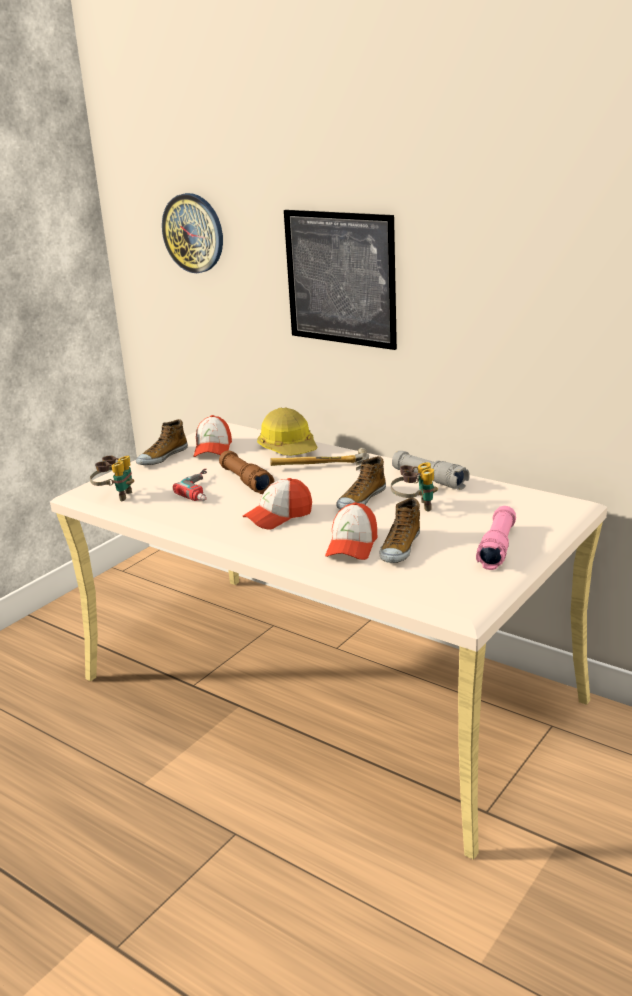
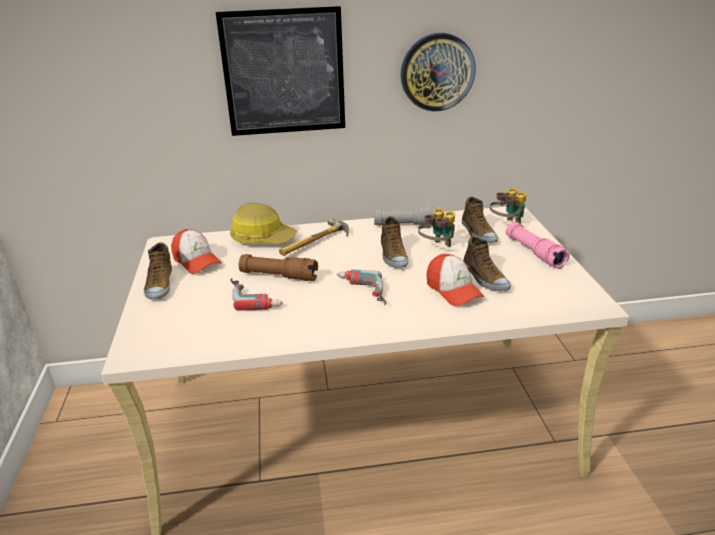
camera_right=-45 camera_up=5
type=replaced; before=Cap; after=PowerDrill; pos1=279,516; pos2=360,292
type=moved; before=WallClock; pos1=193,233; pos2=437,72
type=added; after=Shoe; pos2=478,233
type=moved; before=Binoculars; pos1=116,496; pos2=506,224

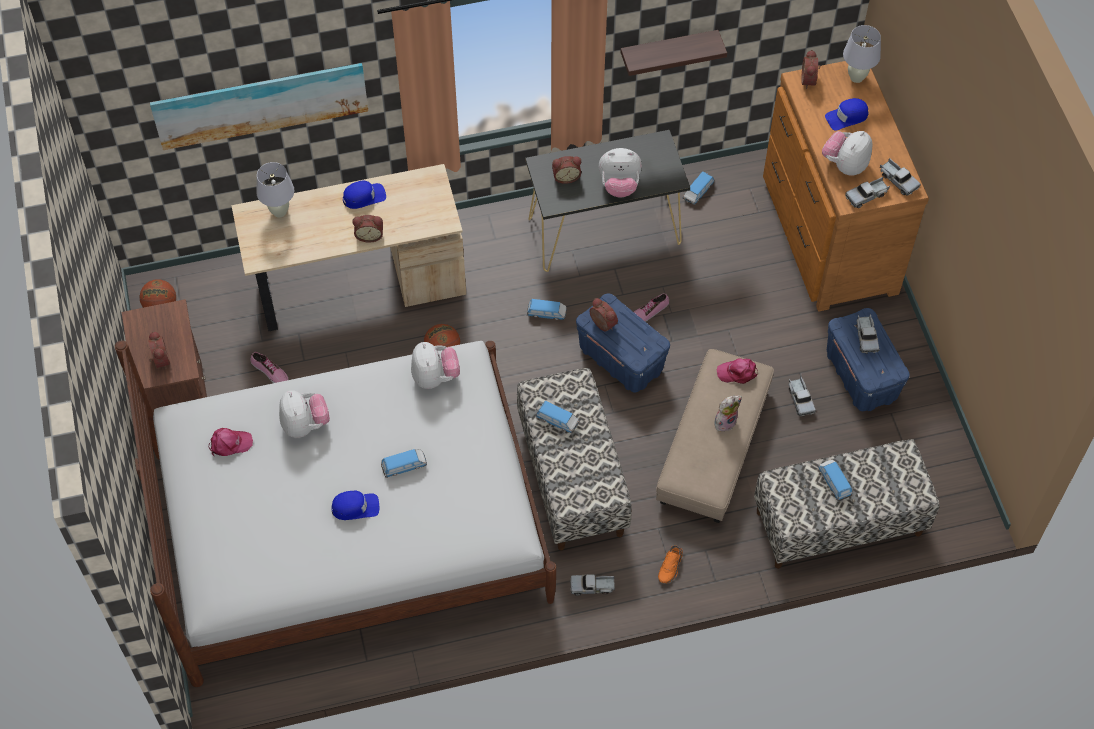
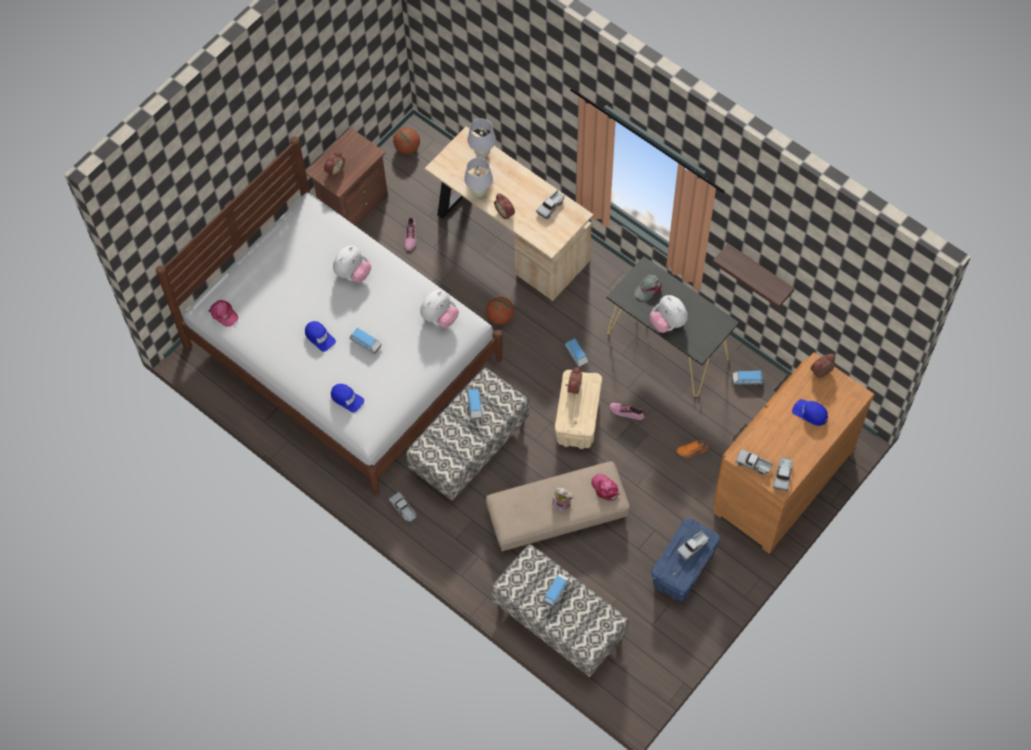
camera_right=55 camera_up=5
type=moved; before=PinkCap; pos1=230,444; pos2=223,314
type=moved; before=BlueCap; pos1=364,197; pos2=346,398
type=moved; before=WhiteTableLamp; pos1=856,78; pos2=479,192
type=moved; before=ToyTruck; pos1=800,399; pos2=550,207
type=recoloured; before=BlueStorageBox; after=BeigeStorageBox; pos1=620,359; pos2=577,419
type=replaced; before=AlarmClock; after=GreyCap; pos1=566,176; pos2=648,288
type=moved; before=OrangeShoe; pos1=671,567; pos2=692,451
type=removed; before=Picture; pos1=260,103
type=removed; before=PlushToy; pos1=845,165

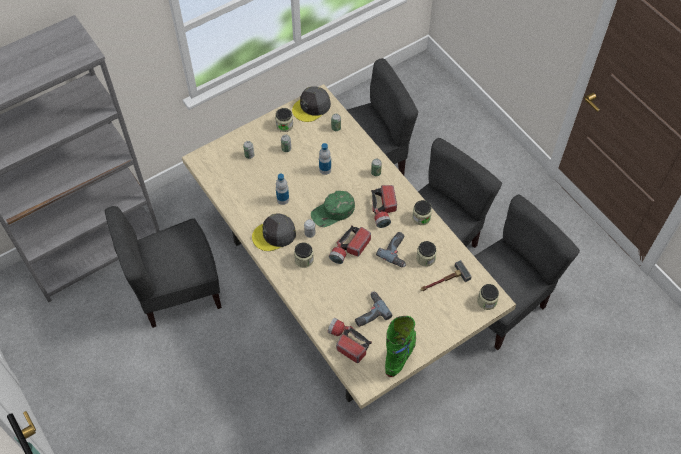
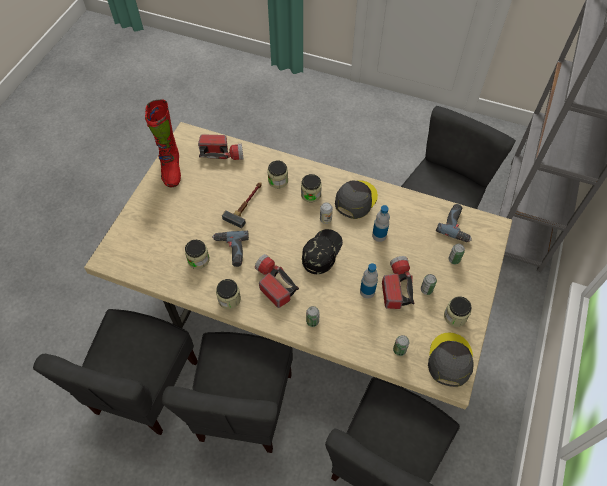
camera_right=145 camera_up=0
type=recoloured; before=GreenBoot; after=RedBoot; pos1=400,354; pos2=171,168
type=moved; before=Hammer; pos1=443,281; pos2=246,204
type=moved; before=Jar; pos1=486,301; pos2=278,181
type=recoloured; before=GreenCap; after=BlackCap; pos1=333,212; pos2=321,252
type=moved; before=Flashlight; pos1=349,249; pos2=396,286
type=moved; before=PowerDrill; pos1=369,312; pos2=457,225

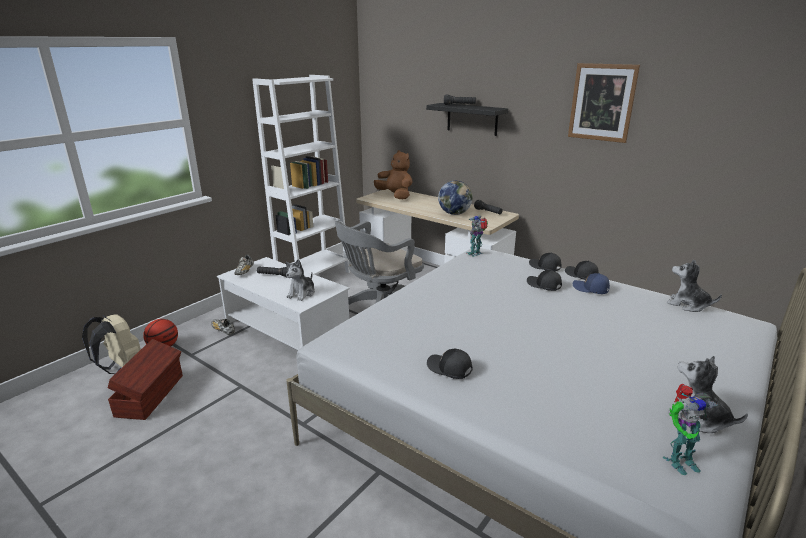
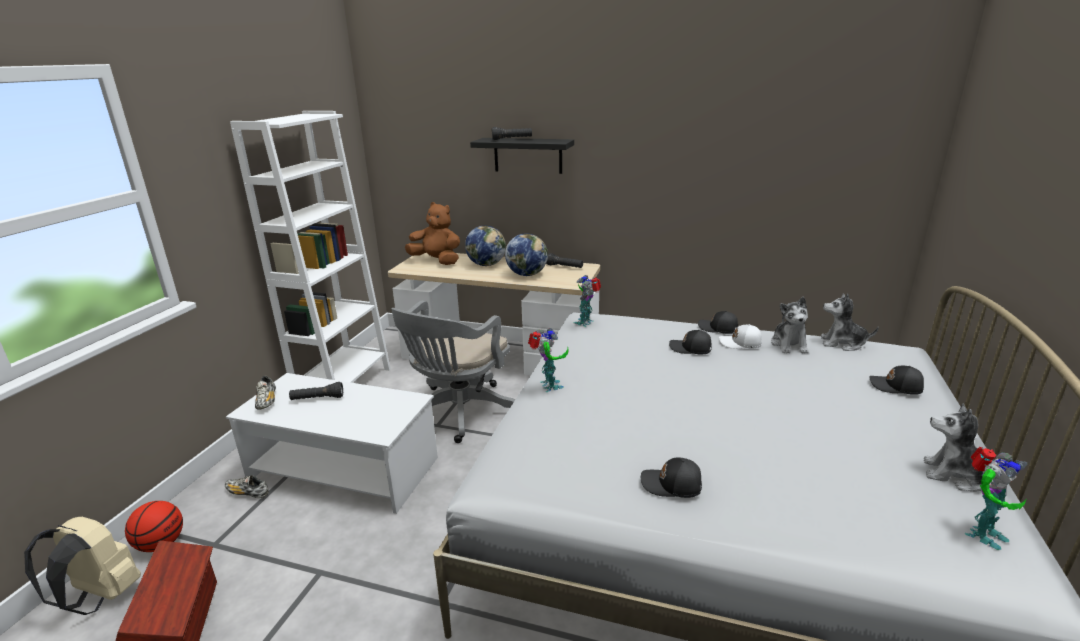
camera_right=-20 camera_up=0
type=added; after=Globe; pos2=486,264
type=added; after=ToyRobot; pos2=549,386
type=recoloured; before=BlueCap; after=WhiteCap; pos1=590,289; pos2=740,343
type=moved; before=PlushToy; pos1=302,293; pos2=789,345
type=moved; before=BlackCap; pos1=545,267; pos2=896,387
type=removed; before=Picture; pos1=602,102

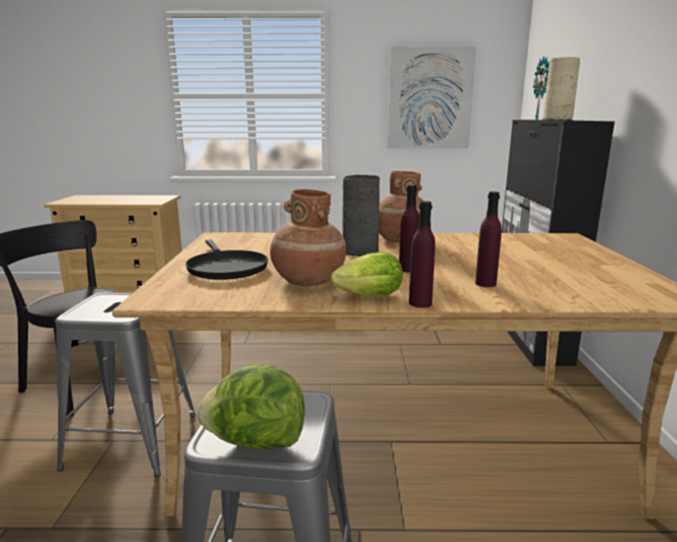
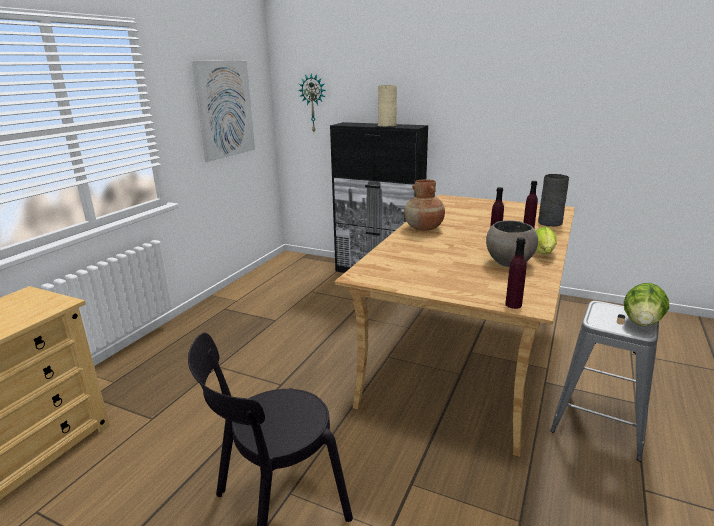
camera_right=-65 camera_up=5
type=replaced; before=BrownVase; after=GreyBowl; pos1=307,281; pos2=508,262
type=moved; before=PurpleBottle; pos1=420,303; pos2=513,305
type=moved; before=GreyVase; pos1=360,251; pos2=549,223
type=removed; before=GreyStool; pos1=132,441
type=removed; before=BlackFryingPan; pos1=226,268

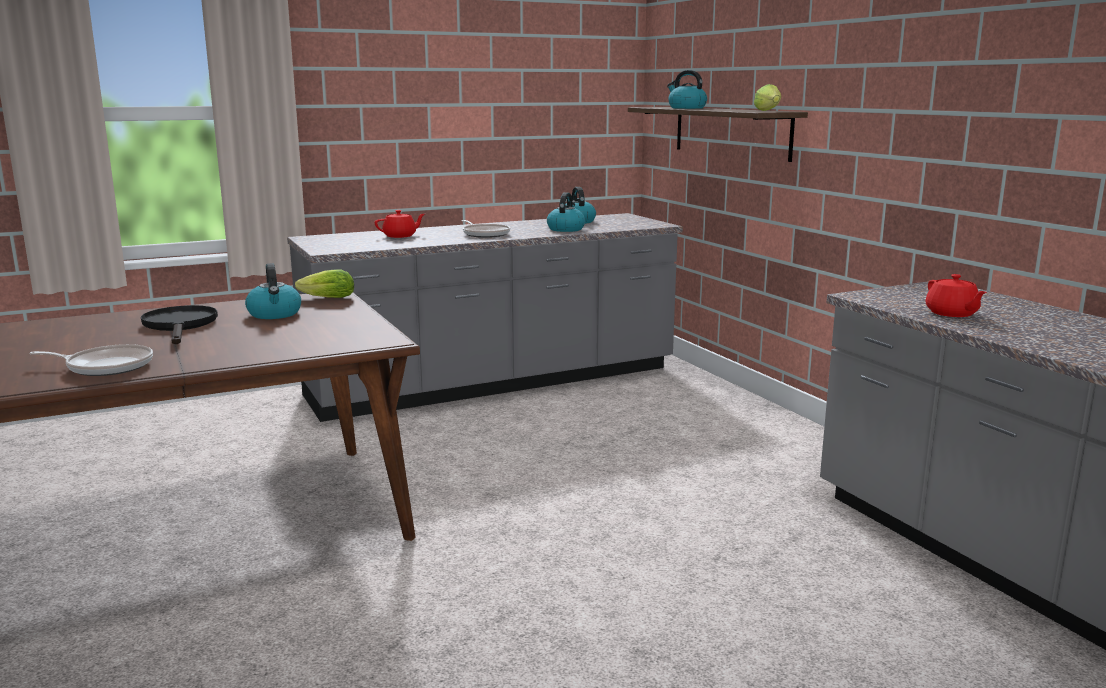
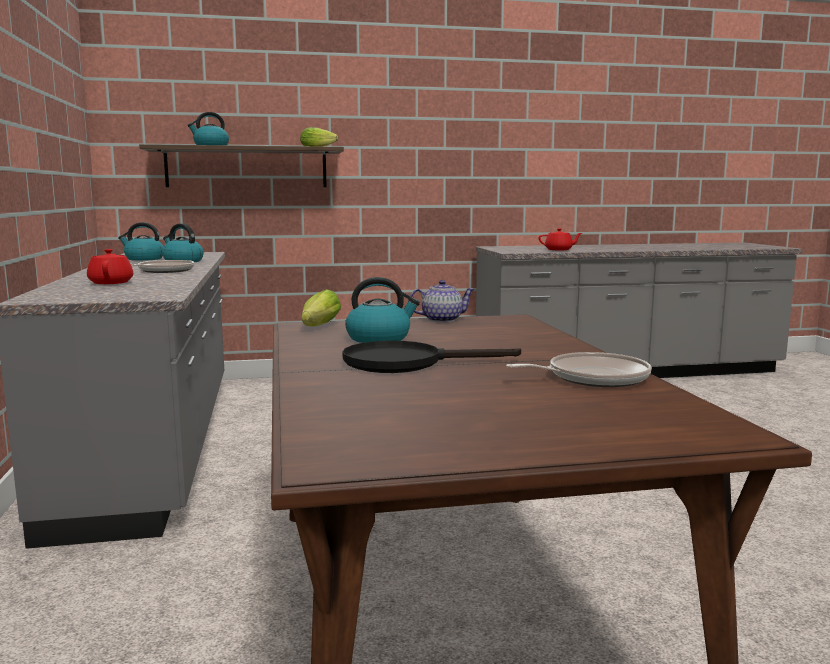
camera_right=-75 camera_up=-5
type=added; after=Teapot; pos2=441,319
type=turned; before=FryingPan; pos1=106,367; pos2=592,378; turn=60

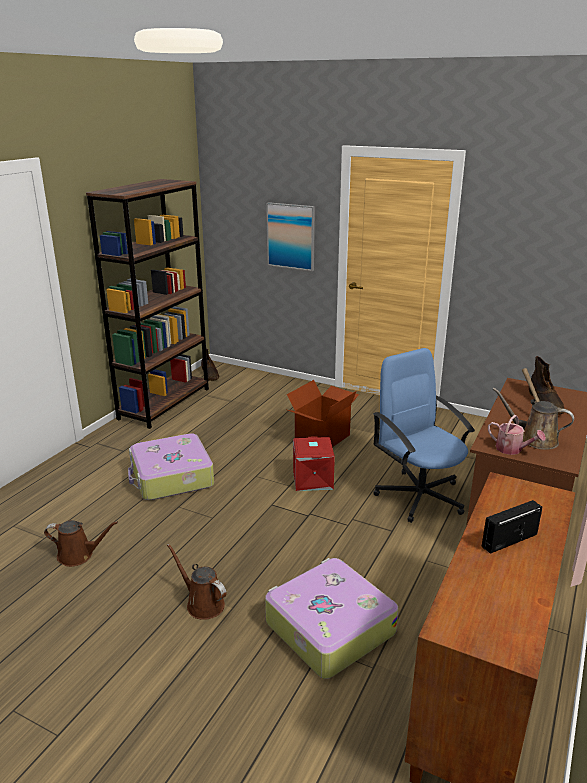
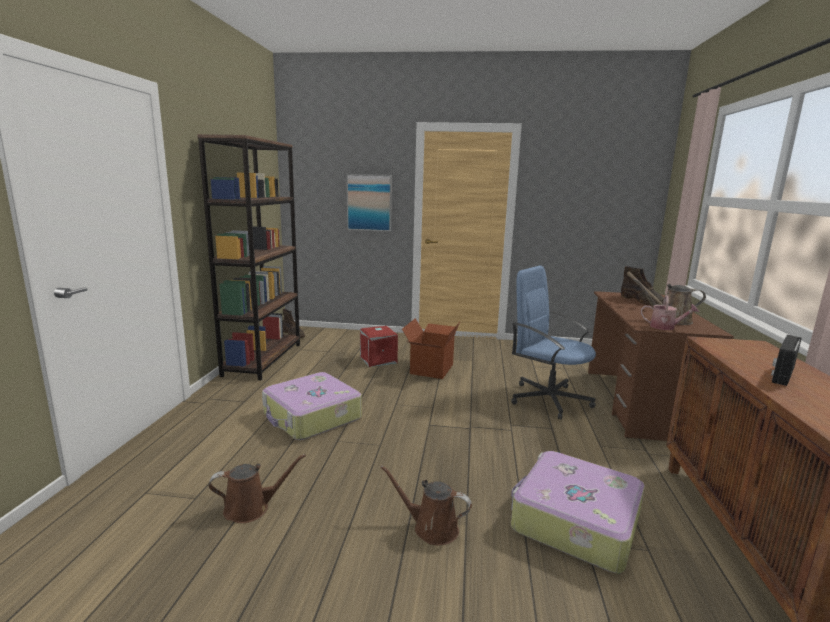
camera_right=-20 camera_up=-10
type=moved; before=RedStorageBox; pos1=311,479; pos2=377,359

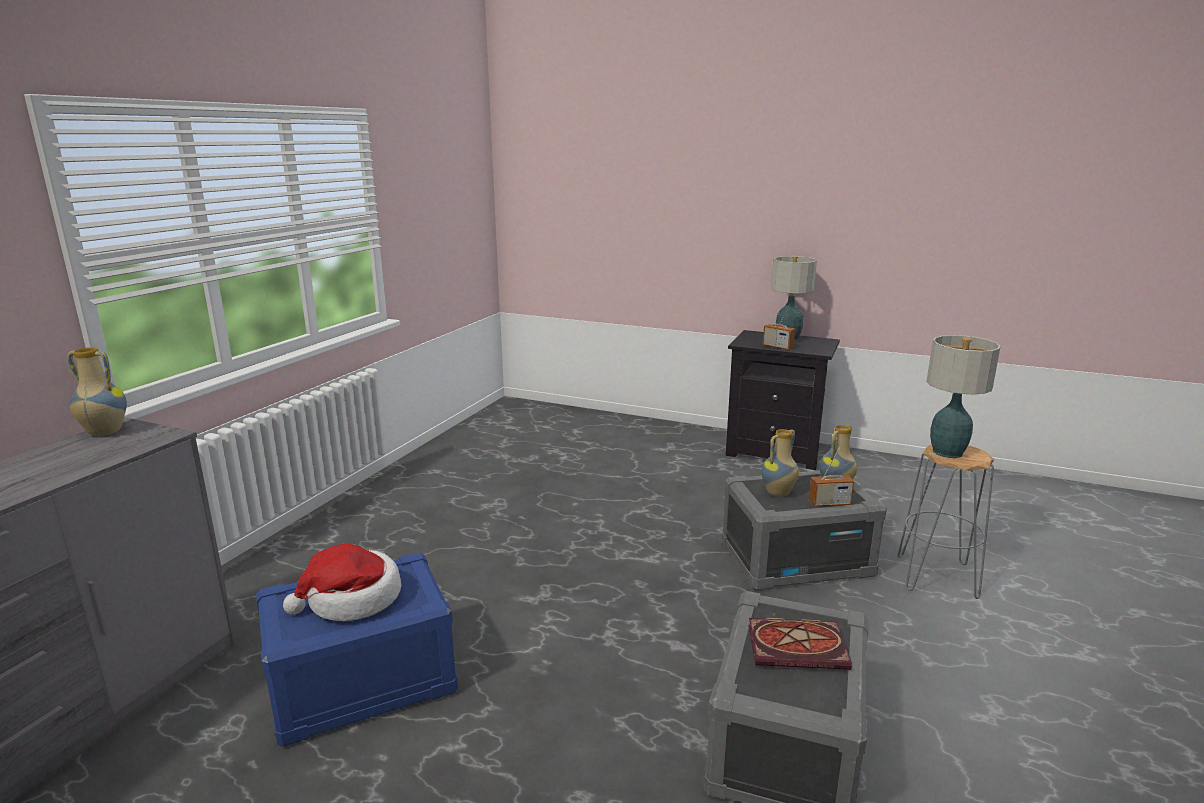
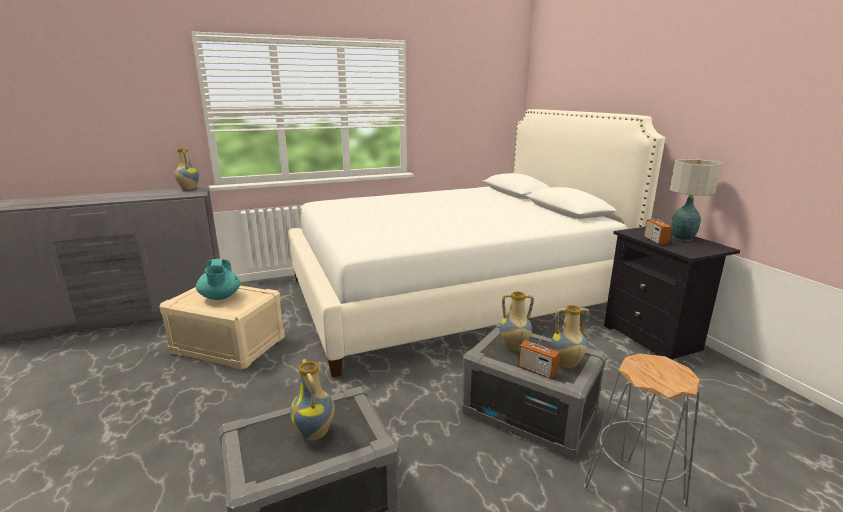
camera_right=45 camera_up=0
type=recoloured; before=BlueStorageBox; after=BeigeStorageBox; pos1=362,683; pos2=228,346
type=replaced; before=Hat; after=TurquoiseTeapot; pos1=352,599; pos2=220,297
type=added; after=WhiteBed; pos2=451,294
type=replaced; before=Book; after=Vase; pos1=799,646; pos2=316,433
type=removed; before=TableLamp; pos1=948,452

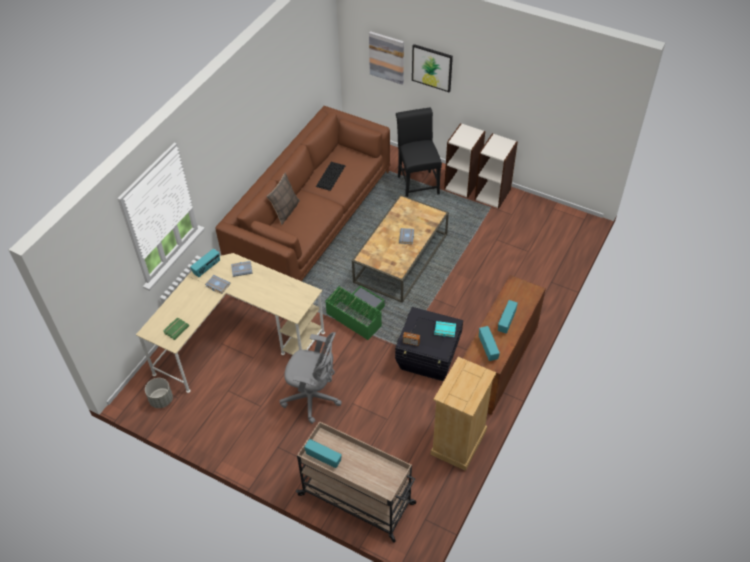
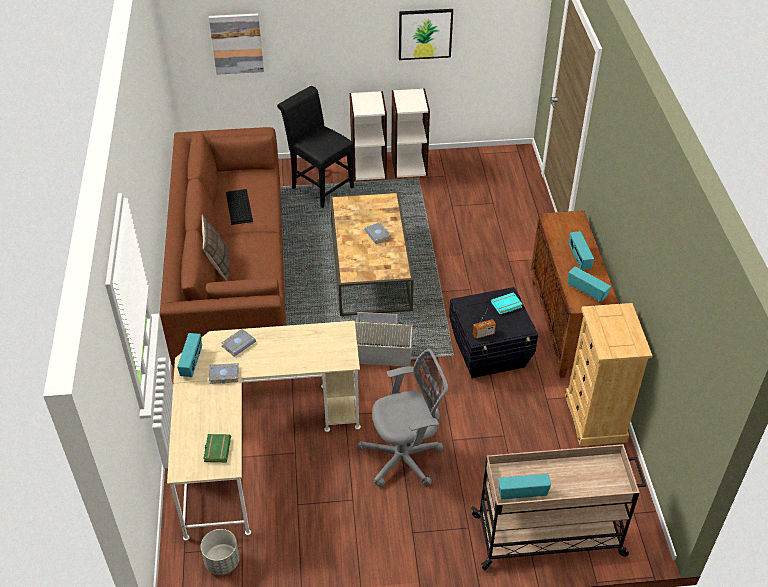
camera_right=-35 camera_up=-5
type=recoloured; before=GreenStorageBox; after=GreyStorageBox; pos1=357,315; pos2=375,347
type=moved; before=Picture; pos1=432,67; pos2=425,33

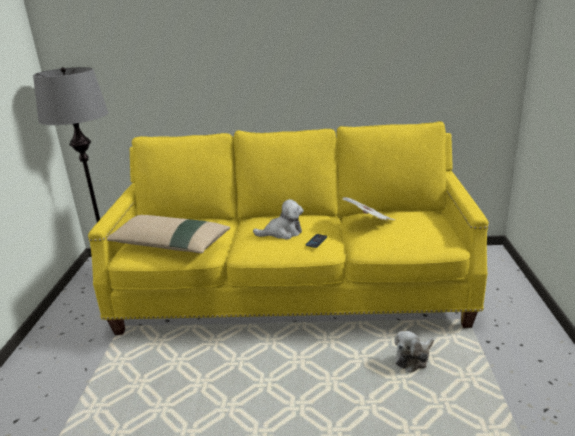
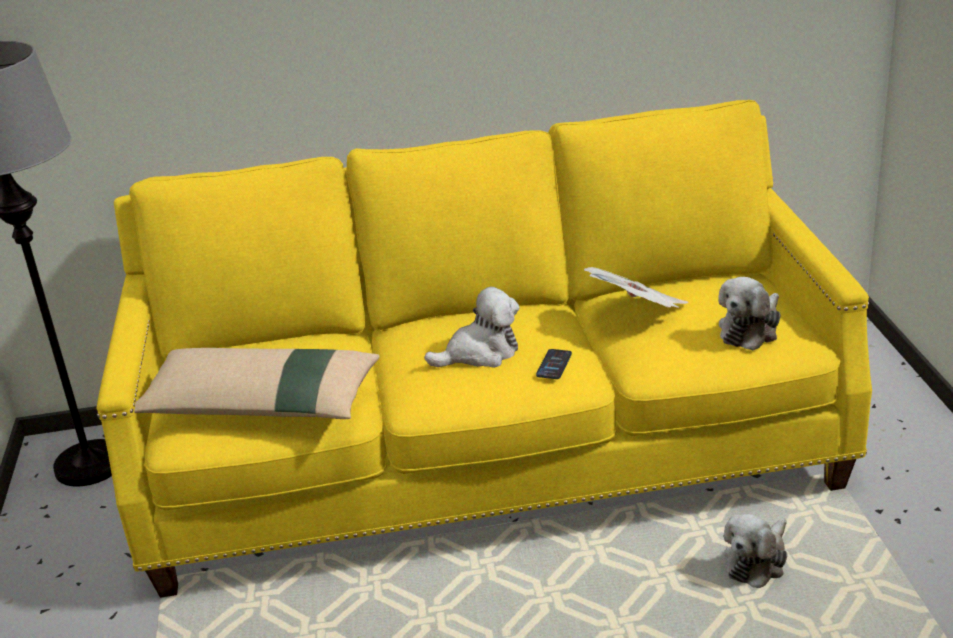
camera_right=-10 camera_up=5
type=added; after=PlushToy; pos2=750,330

